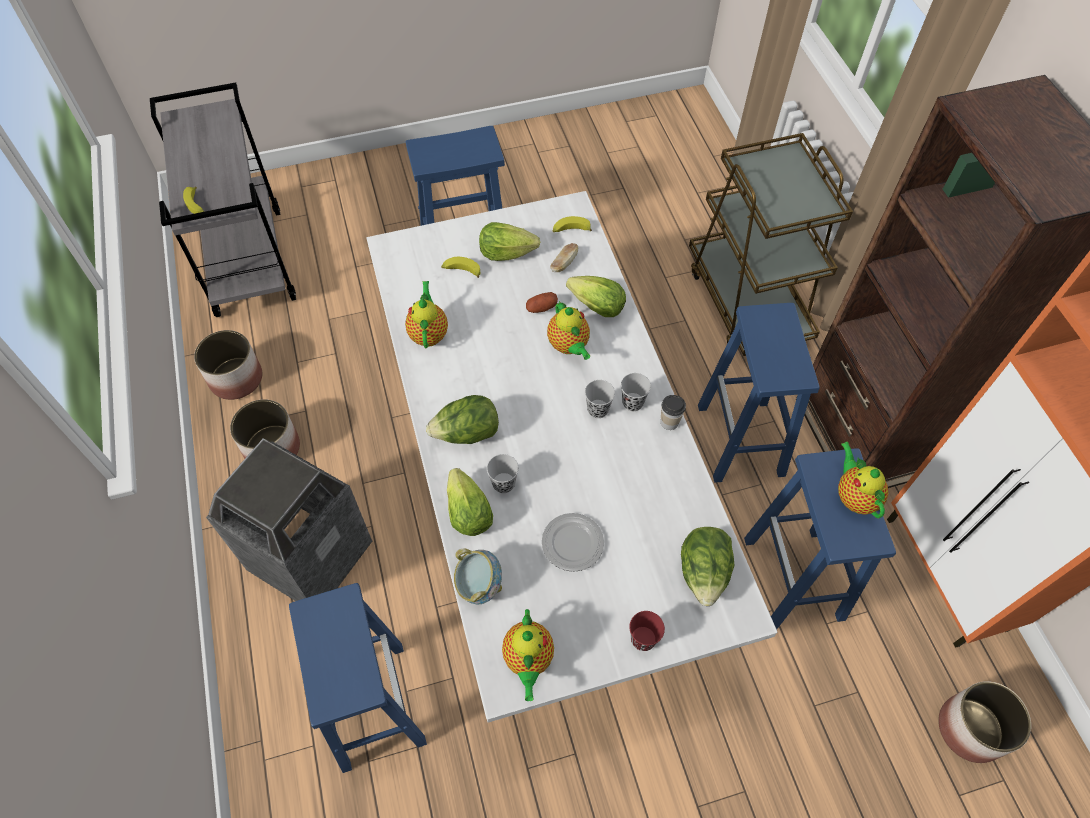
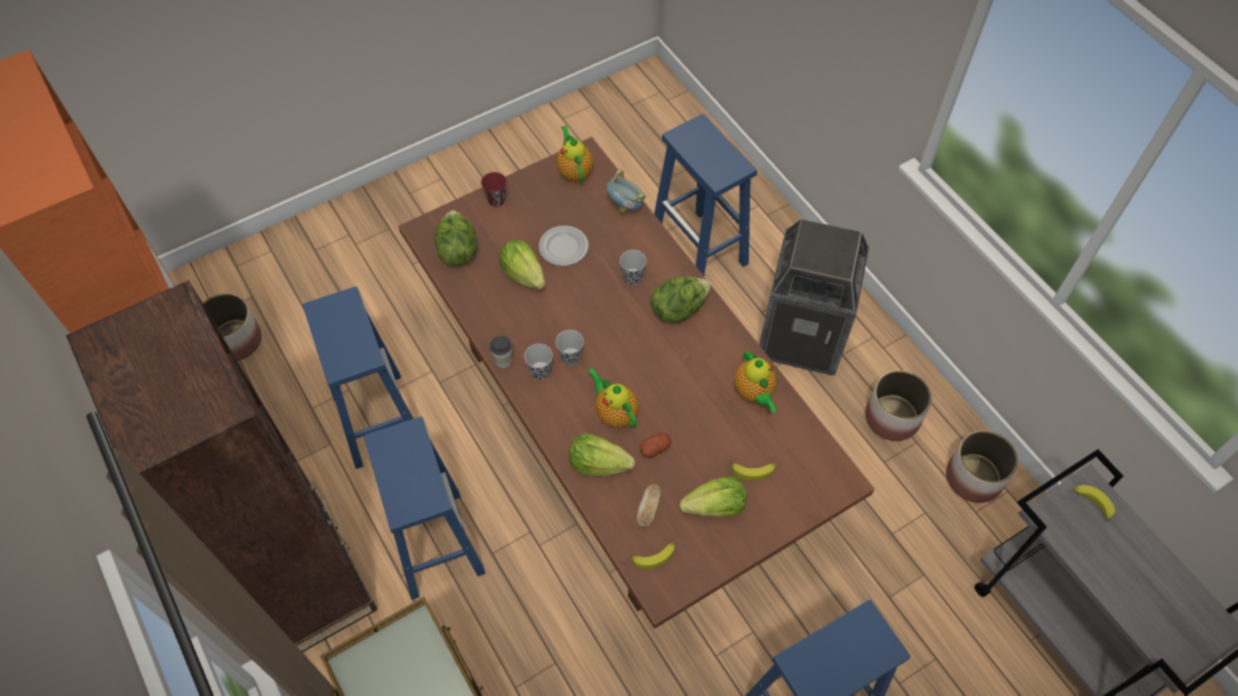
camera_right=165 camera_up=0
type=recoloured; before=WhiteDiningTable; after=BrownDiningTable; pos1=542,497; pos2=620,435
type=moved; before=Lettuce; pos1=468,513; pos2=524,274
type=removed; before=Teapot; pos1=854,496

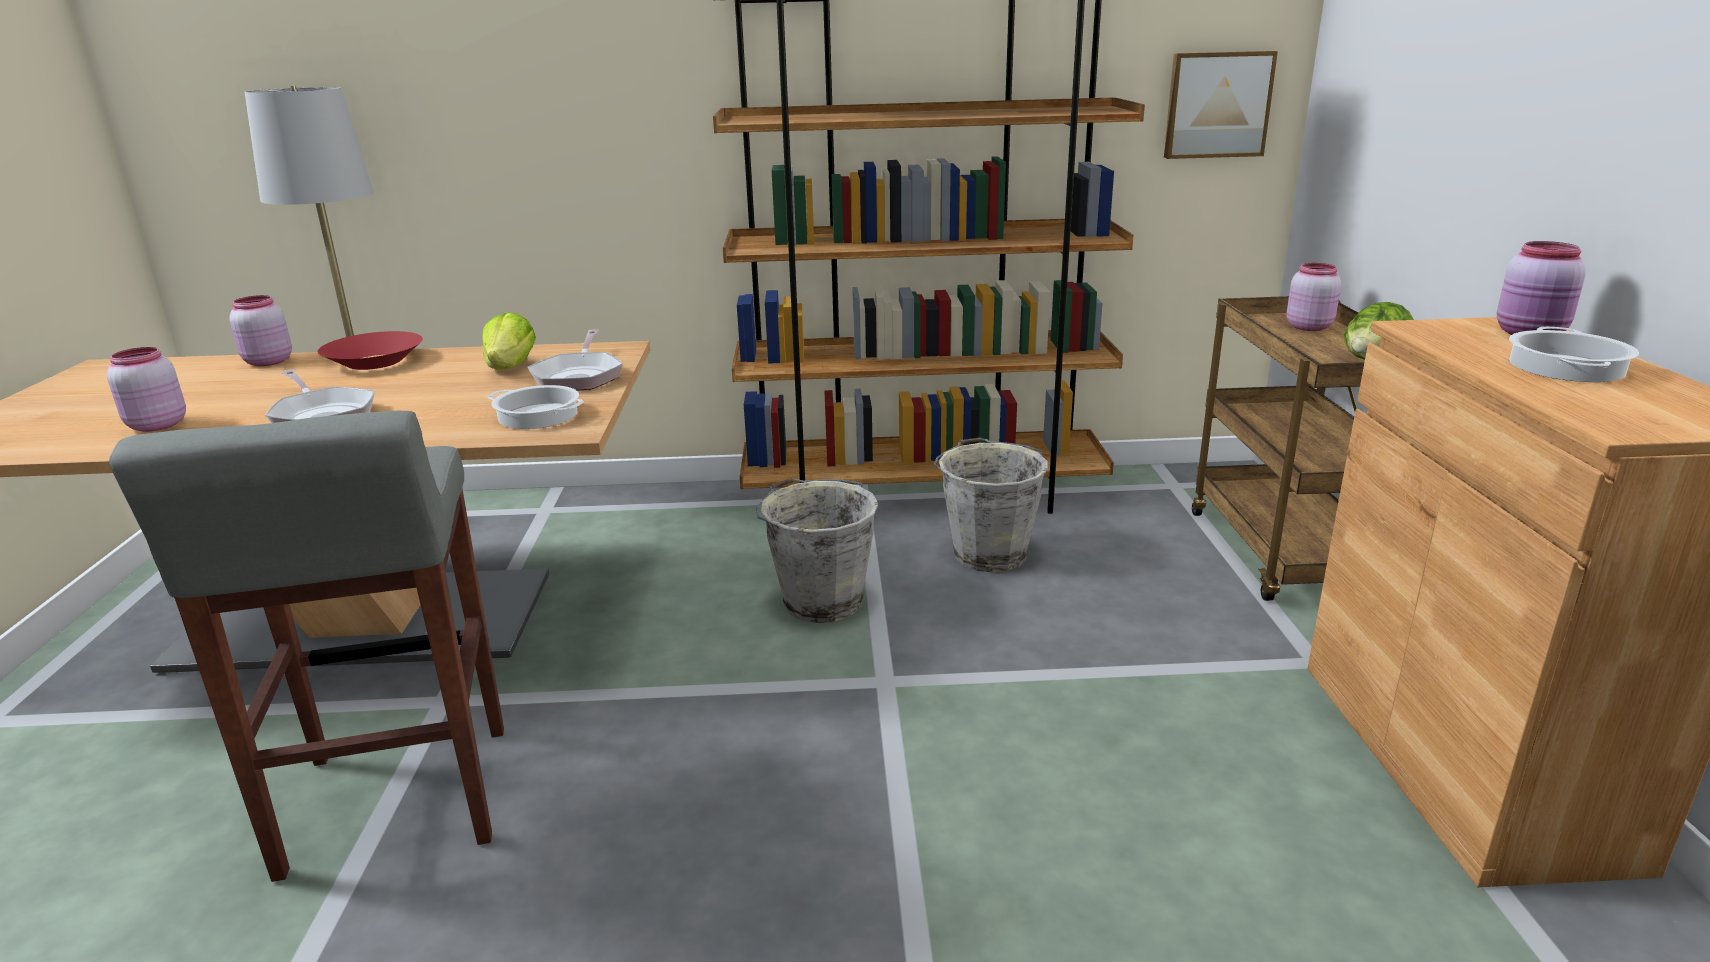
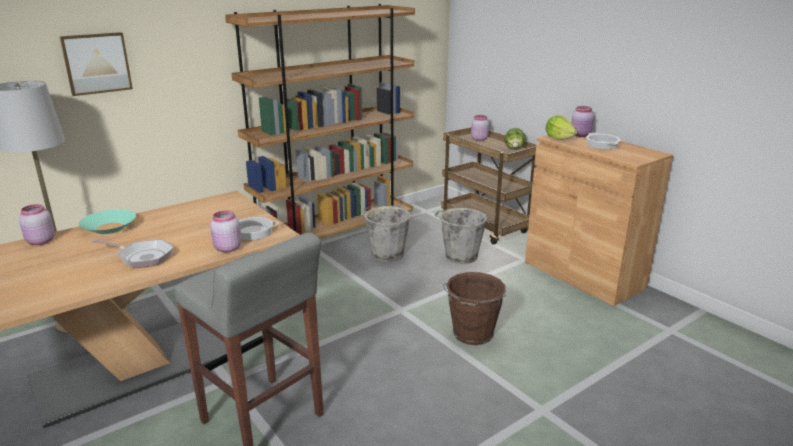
camera_right=-35 camera_up=0
type=moved; before=Picture; pos1=1217,105; pos2=96,63
type=recoloured; before=RedBowl; after=TurquoiseBowl; pos1=374,362; pos2=109,228
type=moved; before=PinkJar; pos1=156,425; pos2=227,249
type=moved; before=GreyBucket; pos1=821,601; pos2=459,256
type=added; after=BrownBucket; pos2=472,334
type=moved; before=Lettuce; pos1=511,367; pos2=559,138
type=removed; before=FryingPan; pos1=579,376

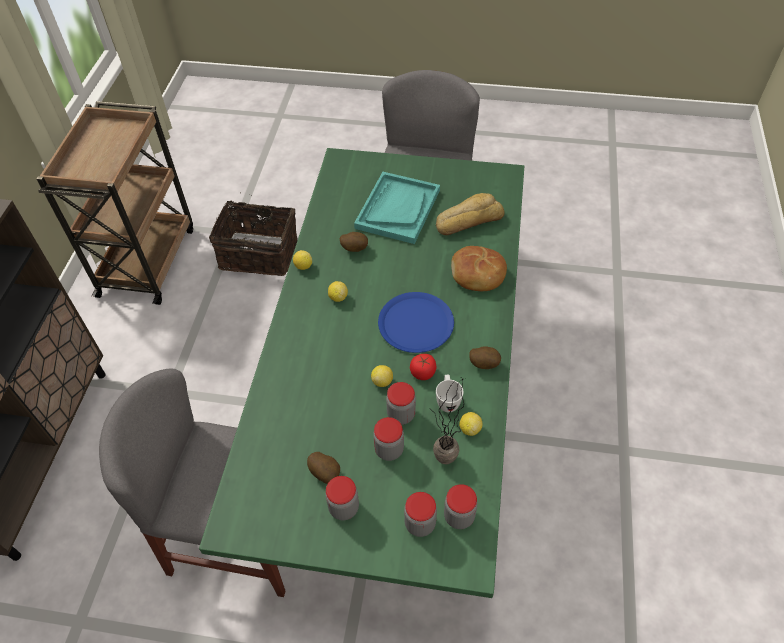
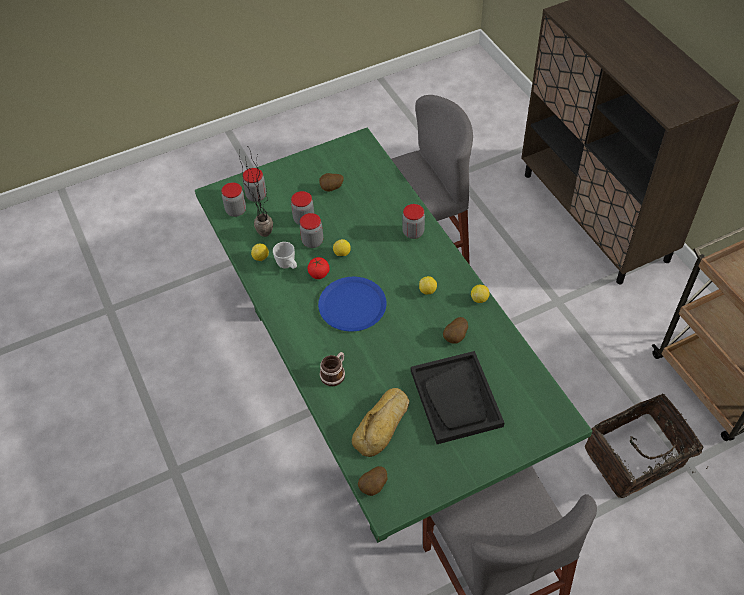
camera_right=145 camera_up=0
type=replaced; before=Bread; after=Mug; pos1=477,275; pos2=334,373
type=moved; before=Potato; pos1=483,363; pos2=373,487
type=moved; before=Jar; pos1=344,508; pos2=413,232
type=recoloured; before=TurquoiseTray; after=BlackTray; pos1=398,209; pos2=456,398

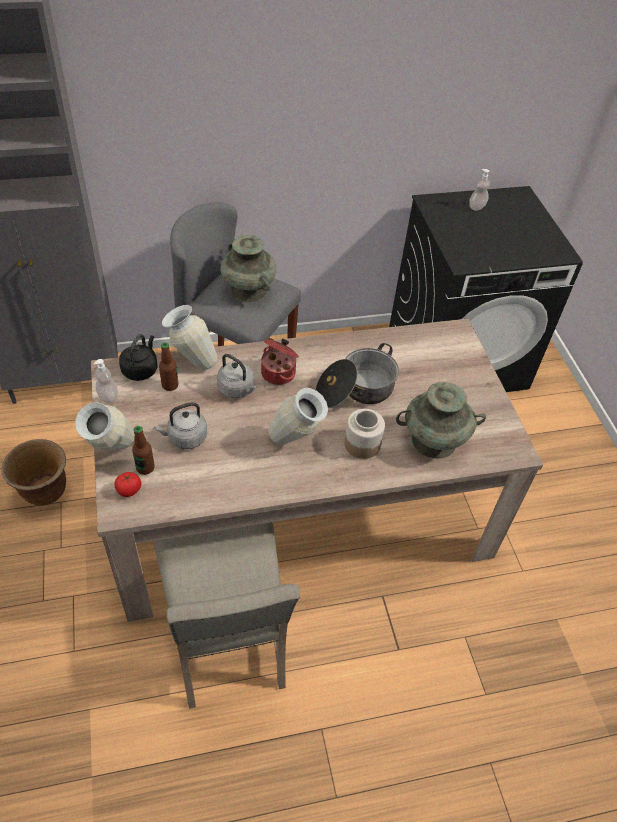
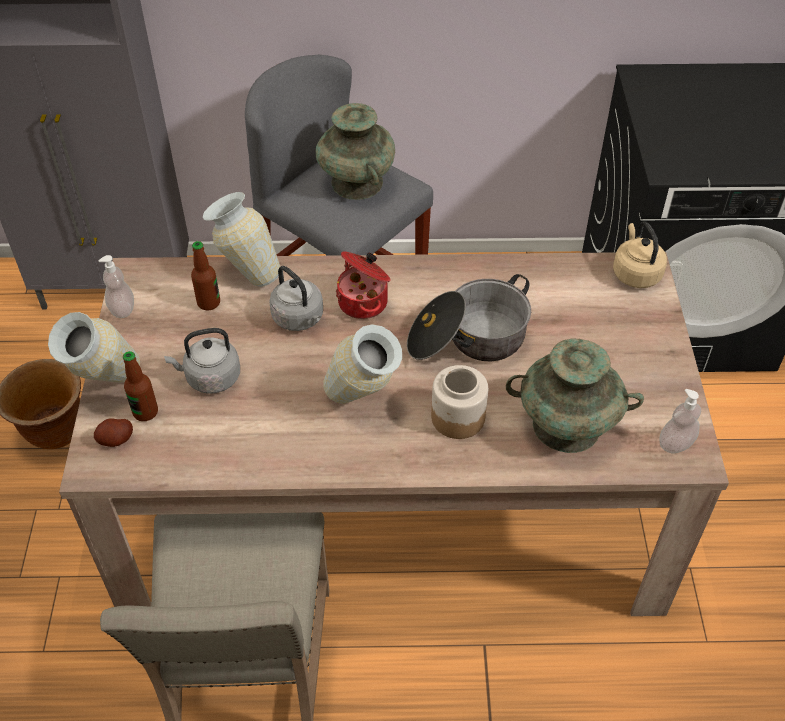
camera_right=15 camera_up=0
type=replaced; before=Tomato; after=Potato; pos1=129,490; pos2=116,439
type=added; after=BeigeKettle; pos2=635,273
type=moved; before=SoapDispenser; pos1=476,207; pos2=675,444
type=removed; before=BlackKettle; pos1=141,369

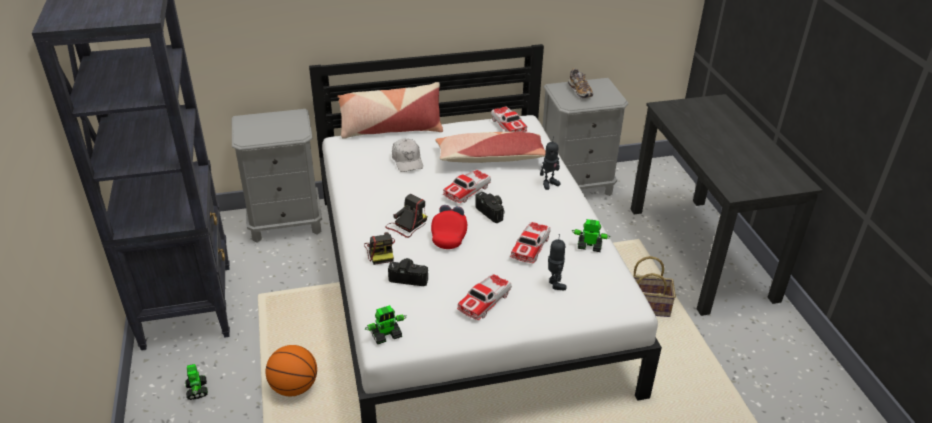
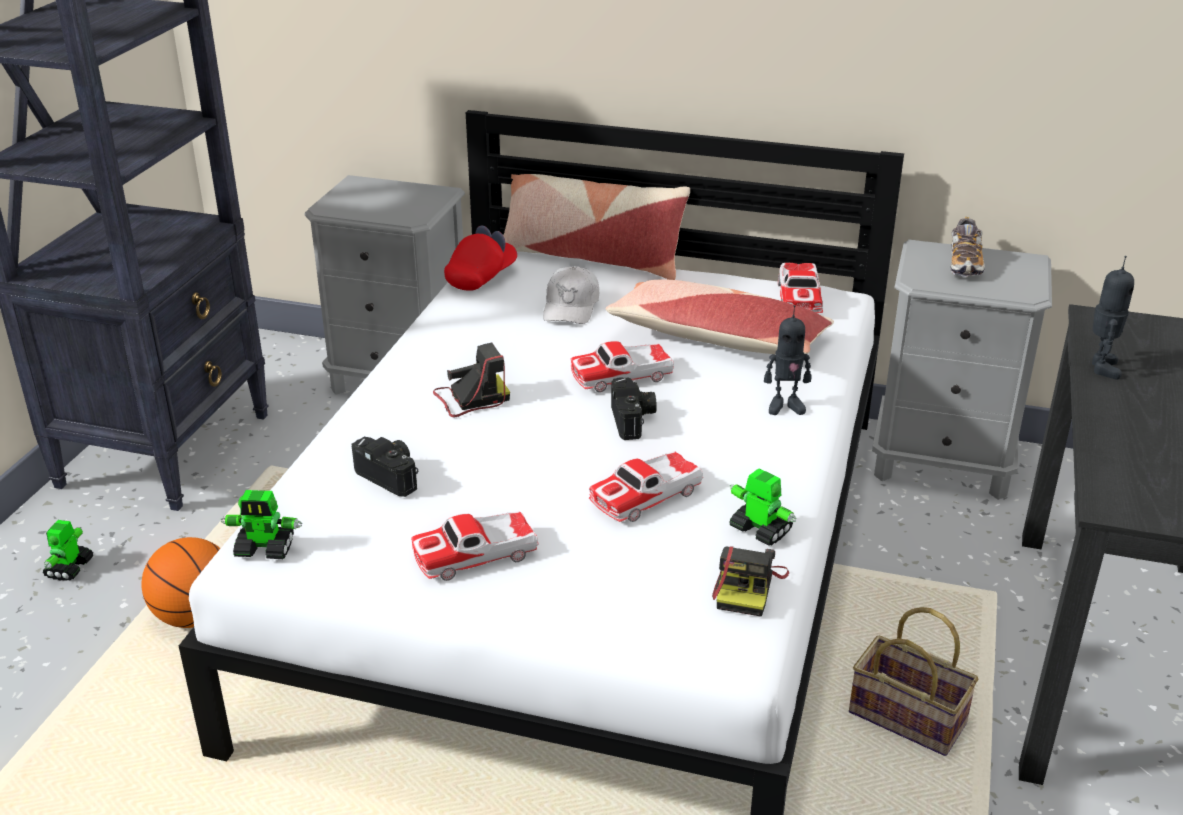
camera_right=30 camera_up=-5
type=moved; before=RedCap; pos1=449,235; pos2=481,277
type=moved; before=PhotoCamera; pos1=381,251; pos2=747,587
type=moved; before=ToyRobot; pos1=554,284; pos2=1100,368

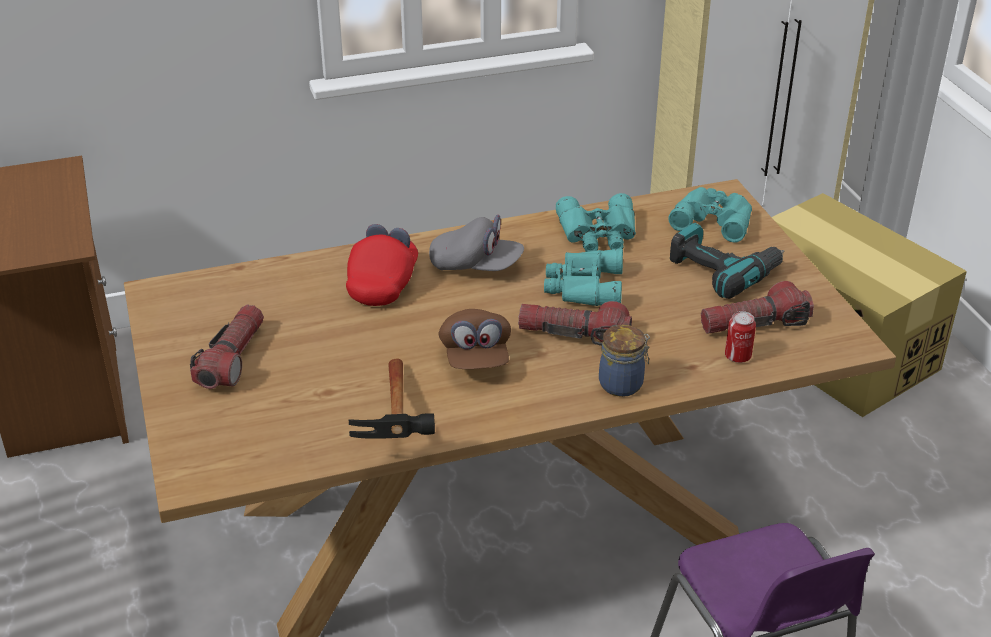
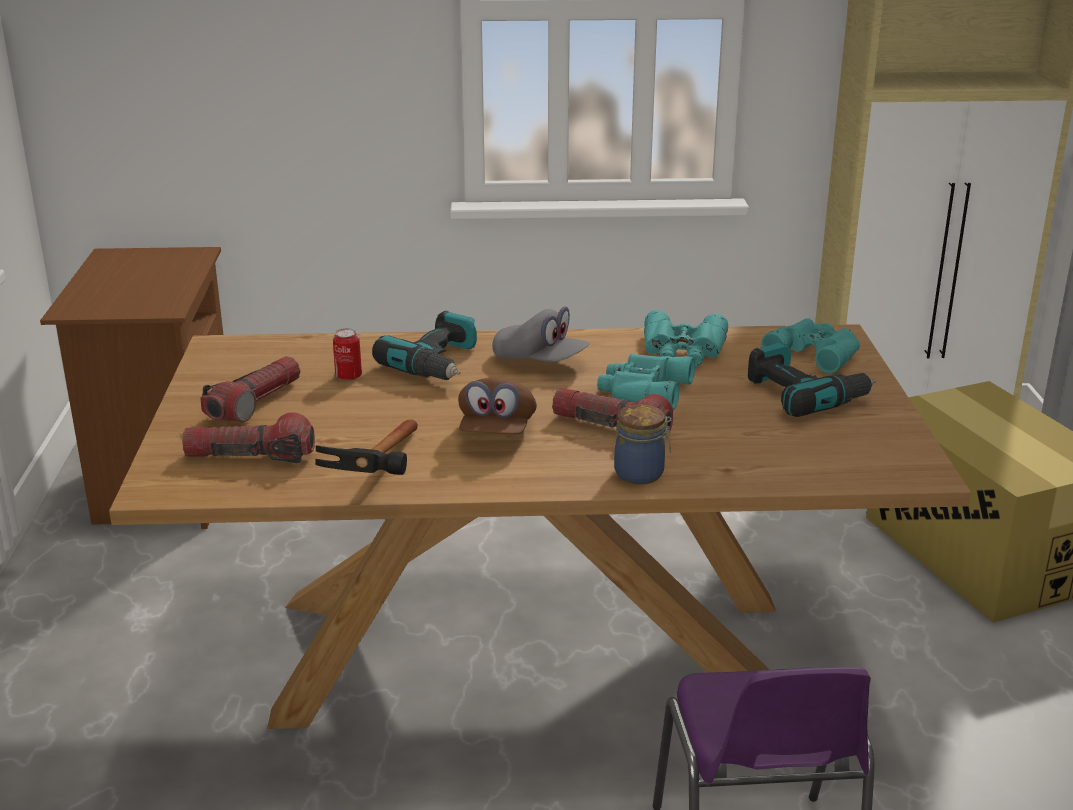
camera_right=15 camera_up=-10
type=moved; before=Flashlight; pos1=754,324; pos2=251,456
type=moved; before=Can; pos1=737,356; pos2=348,376
type=replaced; before=RedCap; after=PowerDrill; pos1=383,283; pos2=438,364

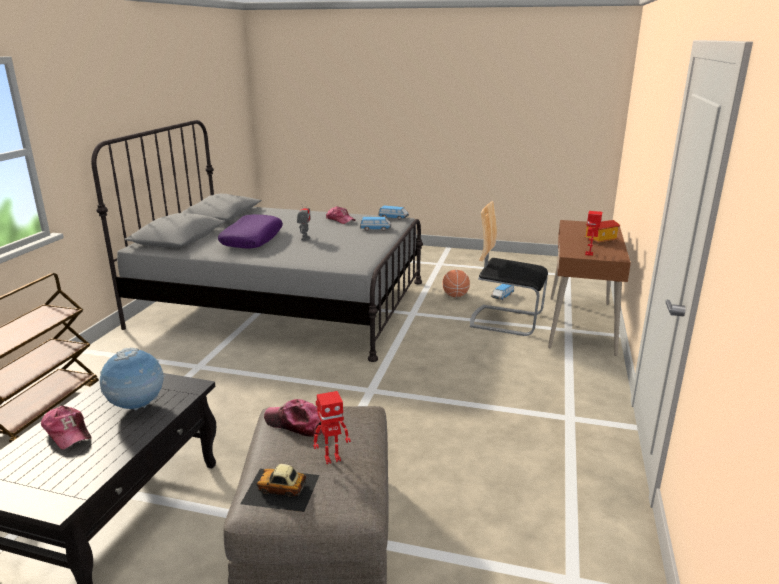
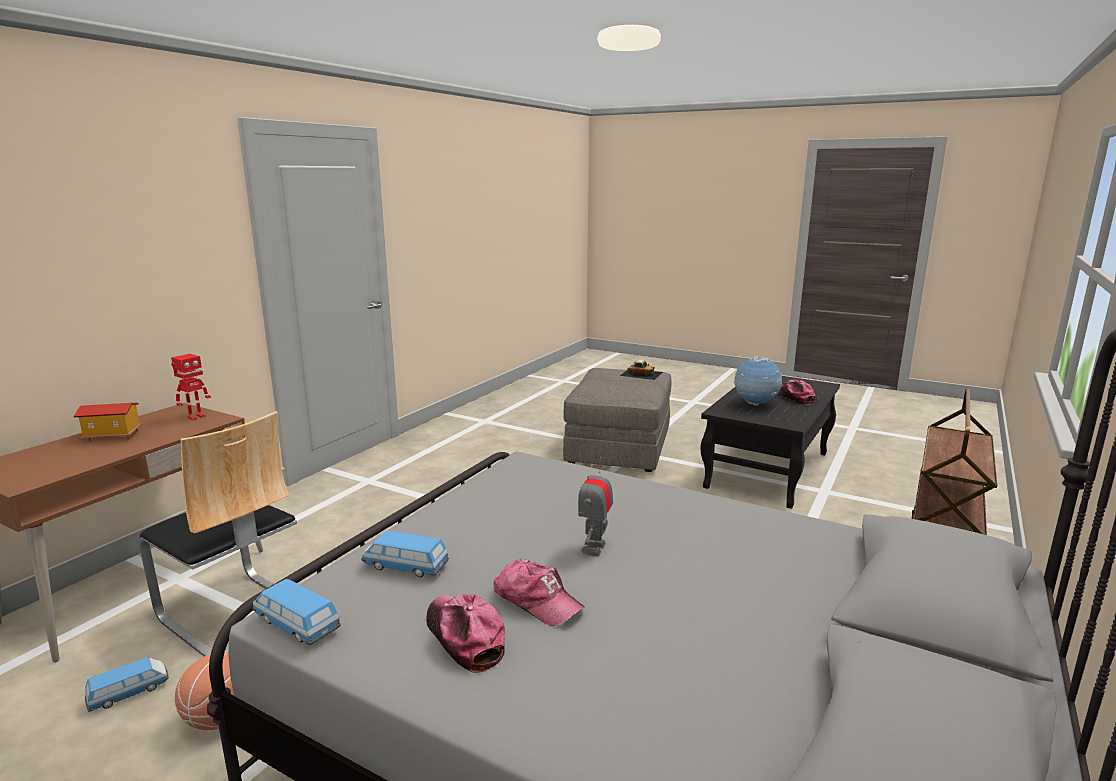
camera_right=-165 camera_up=-5
type=moved; before=Cap; pos1=295,424; pos2=537,600
type=removed; before=PurplePillow; pos1=252,240
type=removed; before=ToyRobot; pos1=332,458

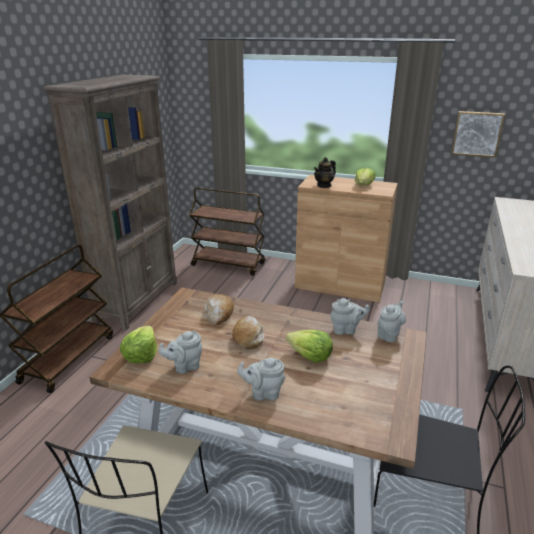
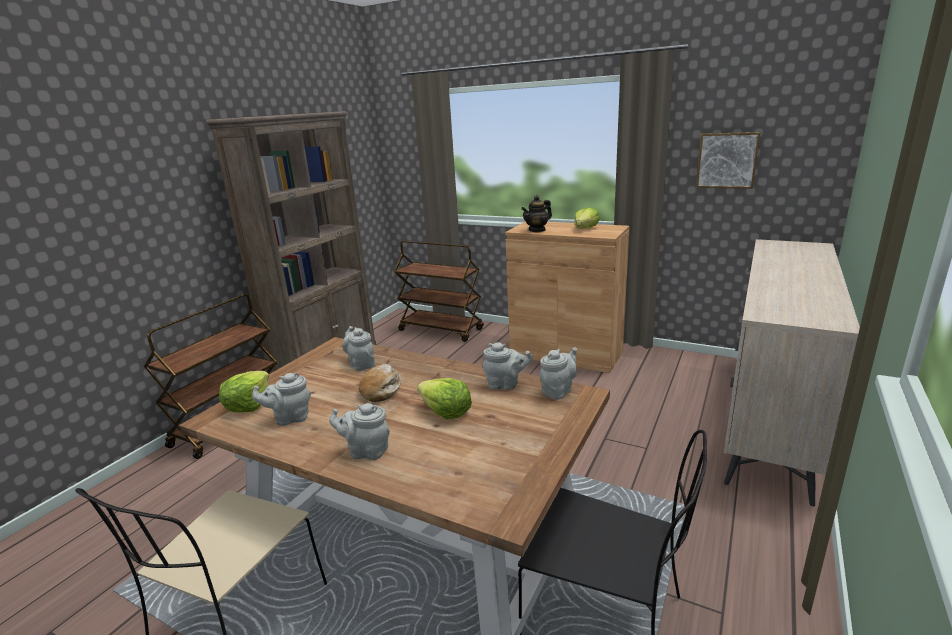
camera_right=10 camera_up=-5
type=replaced; before=Bread; after=GreyTeapot; pos1=219,313; pos2=361,364

